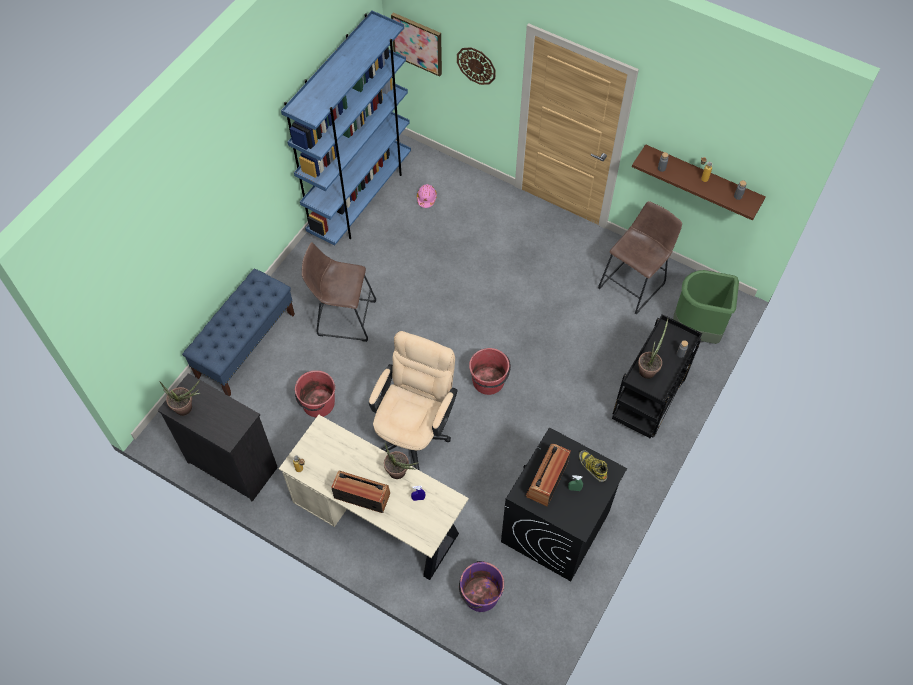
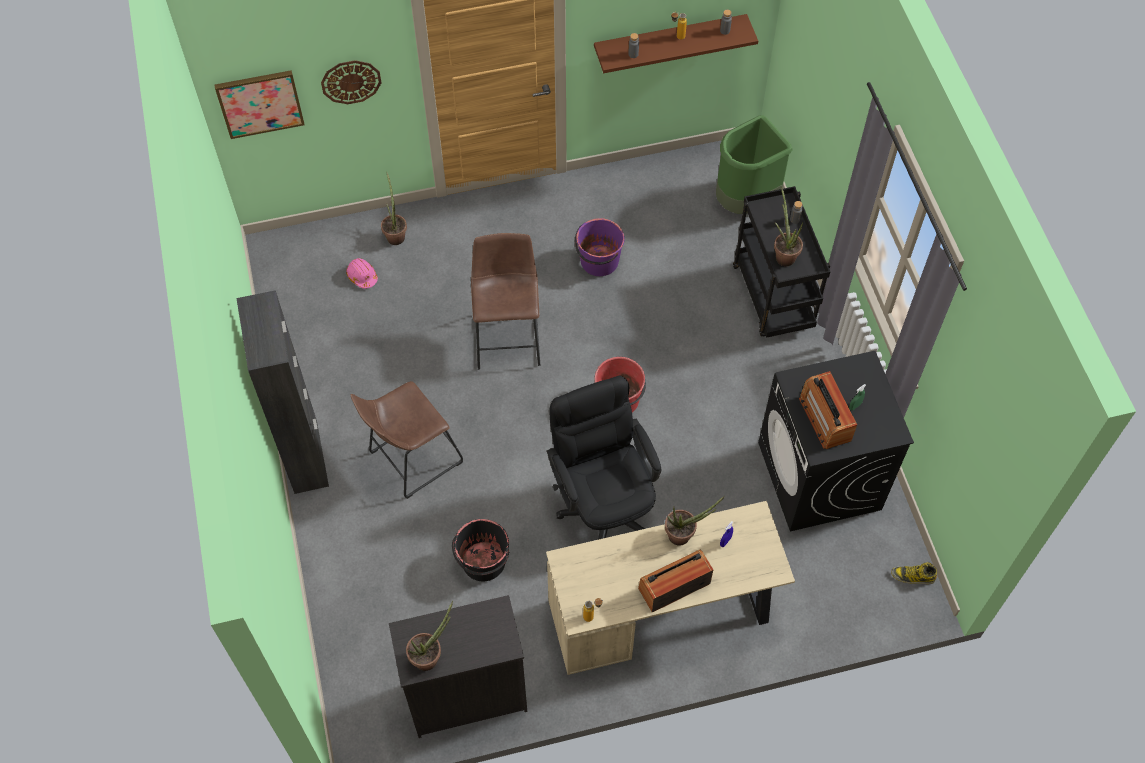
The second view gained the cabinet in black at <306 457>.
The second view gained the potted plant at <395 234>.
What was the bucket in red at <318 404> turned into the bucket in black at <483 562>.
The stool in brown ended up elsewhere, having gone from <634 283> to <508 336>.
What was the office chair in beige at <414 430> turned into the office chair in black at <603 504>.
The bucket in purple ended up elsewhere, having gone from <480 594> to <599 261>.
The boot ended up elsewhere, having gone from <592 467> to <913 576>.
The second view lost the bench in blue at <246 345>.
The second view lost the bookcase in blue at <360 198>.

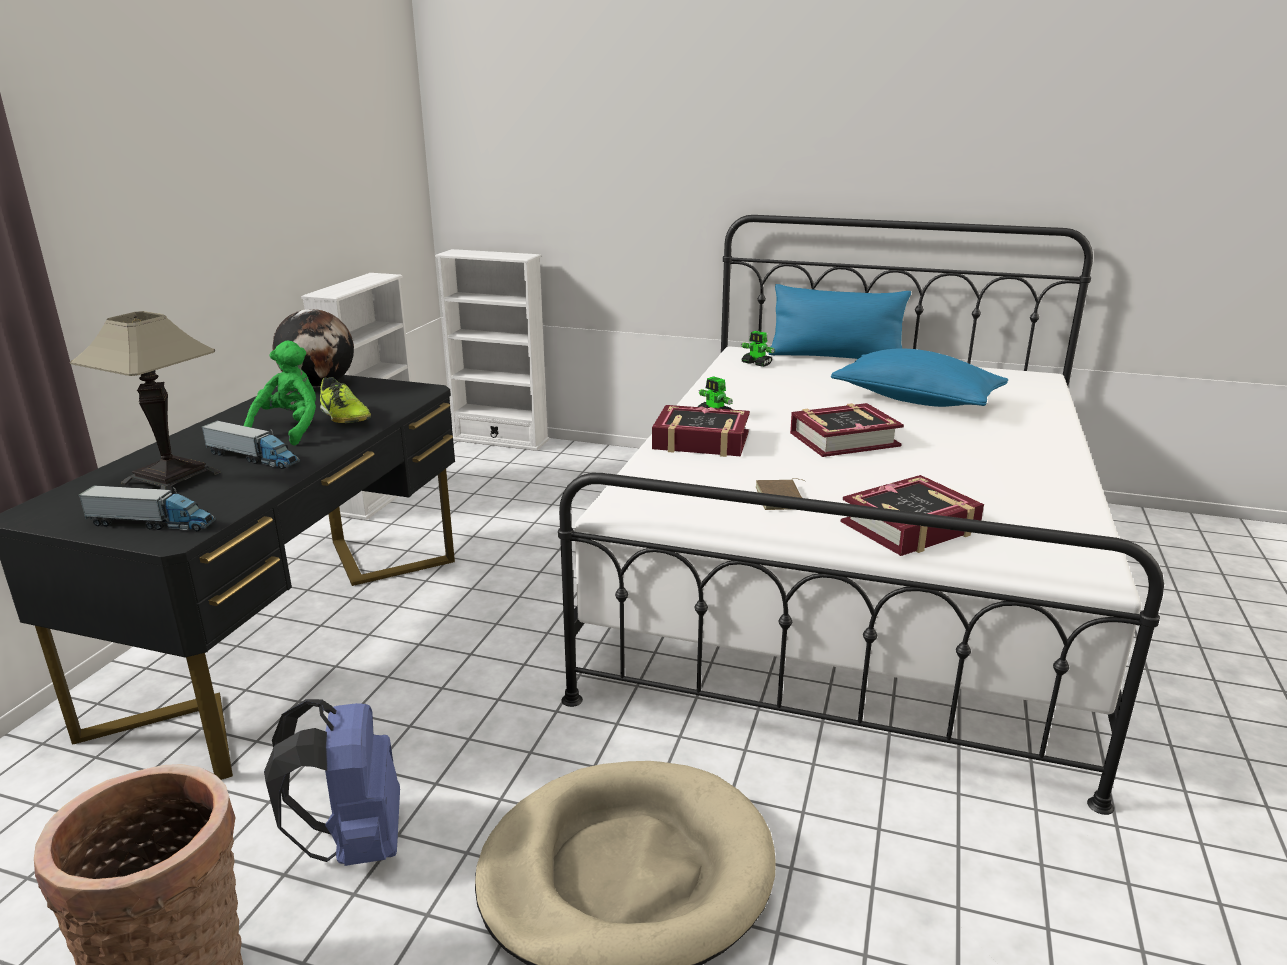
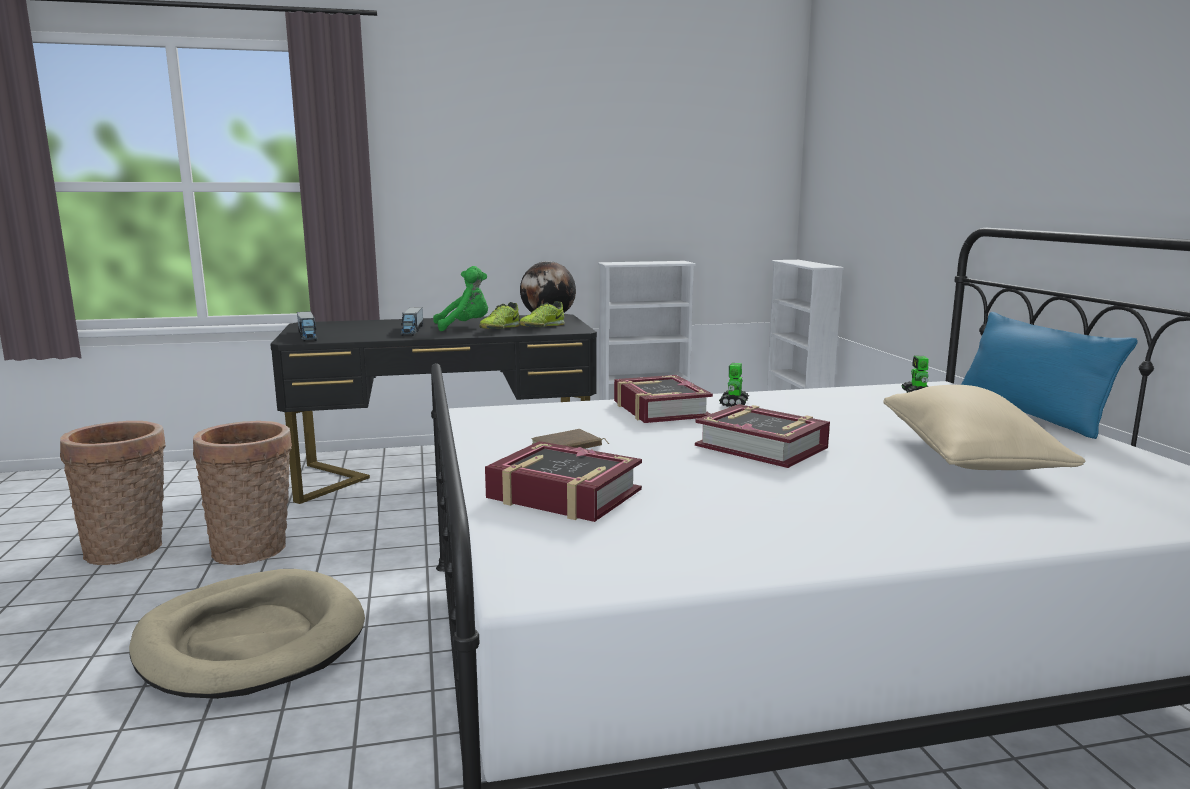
Where the backpack in blue stood at <354 842>, the basket came to stand at <255 550>.
The second view gained the shoe at <541 327>.
What was the pillow in blue at <916 400> turned into the pillow in beige at <967 458>.
The second view lost the table lamp at <171 478>.

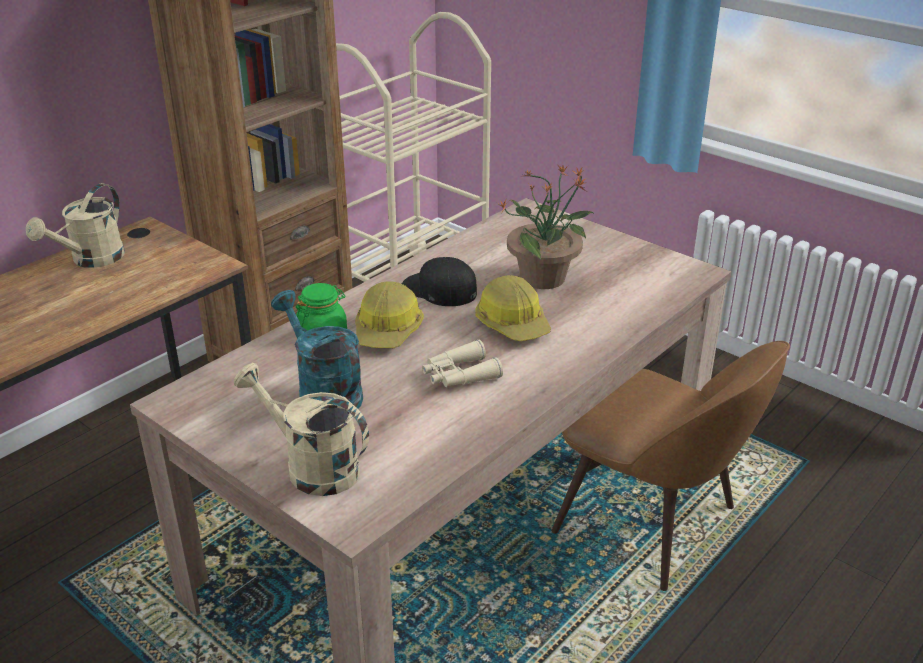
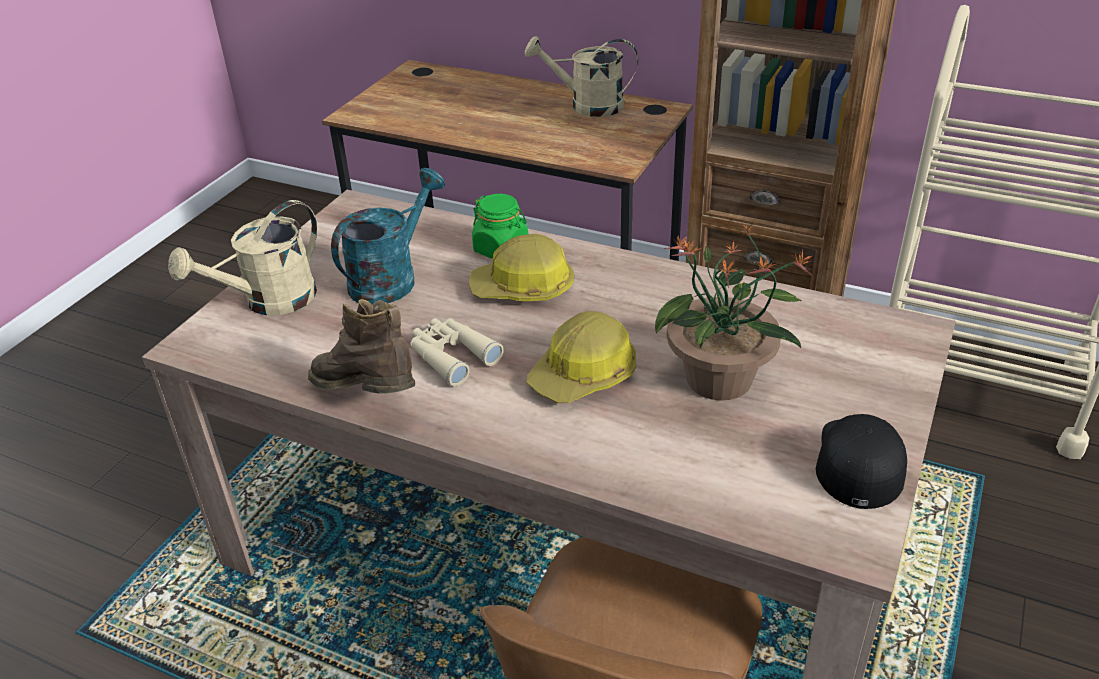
The watering can in beige at <311 467> ended up facing another way, 150 degrees counterclockwise from before.
The second view gained the boot in brown at <369 397>.
The cap in black ended up elsewhere, having gone from <439 289> to <859 462>.

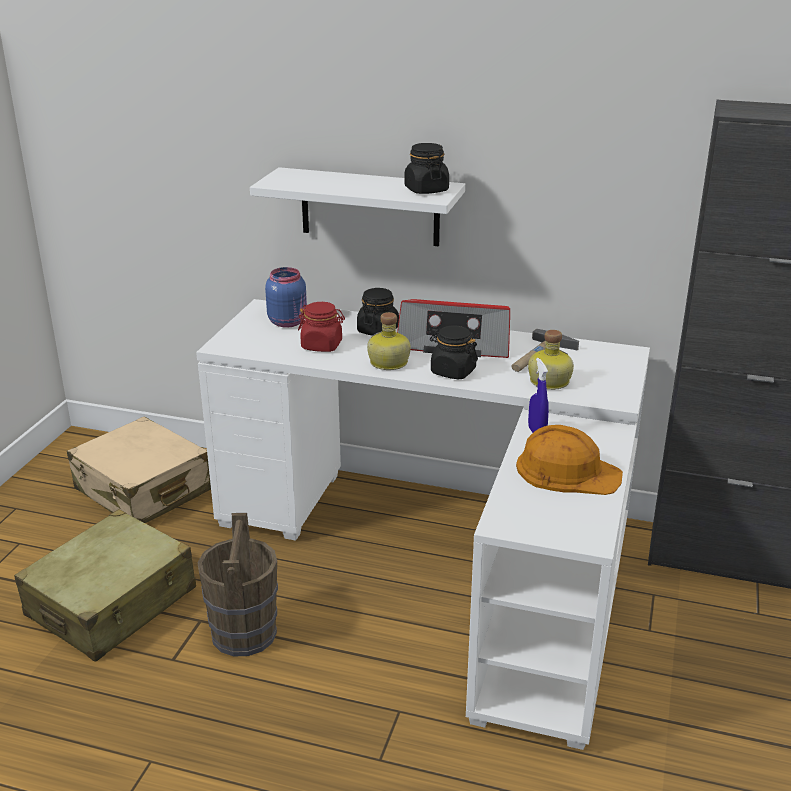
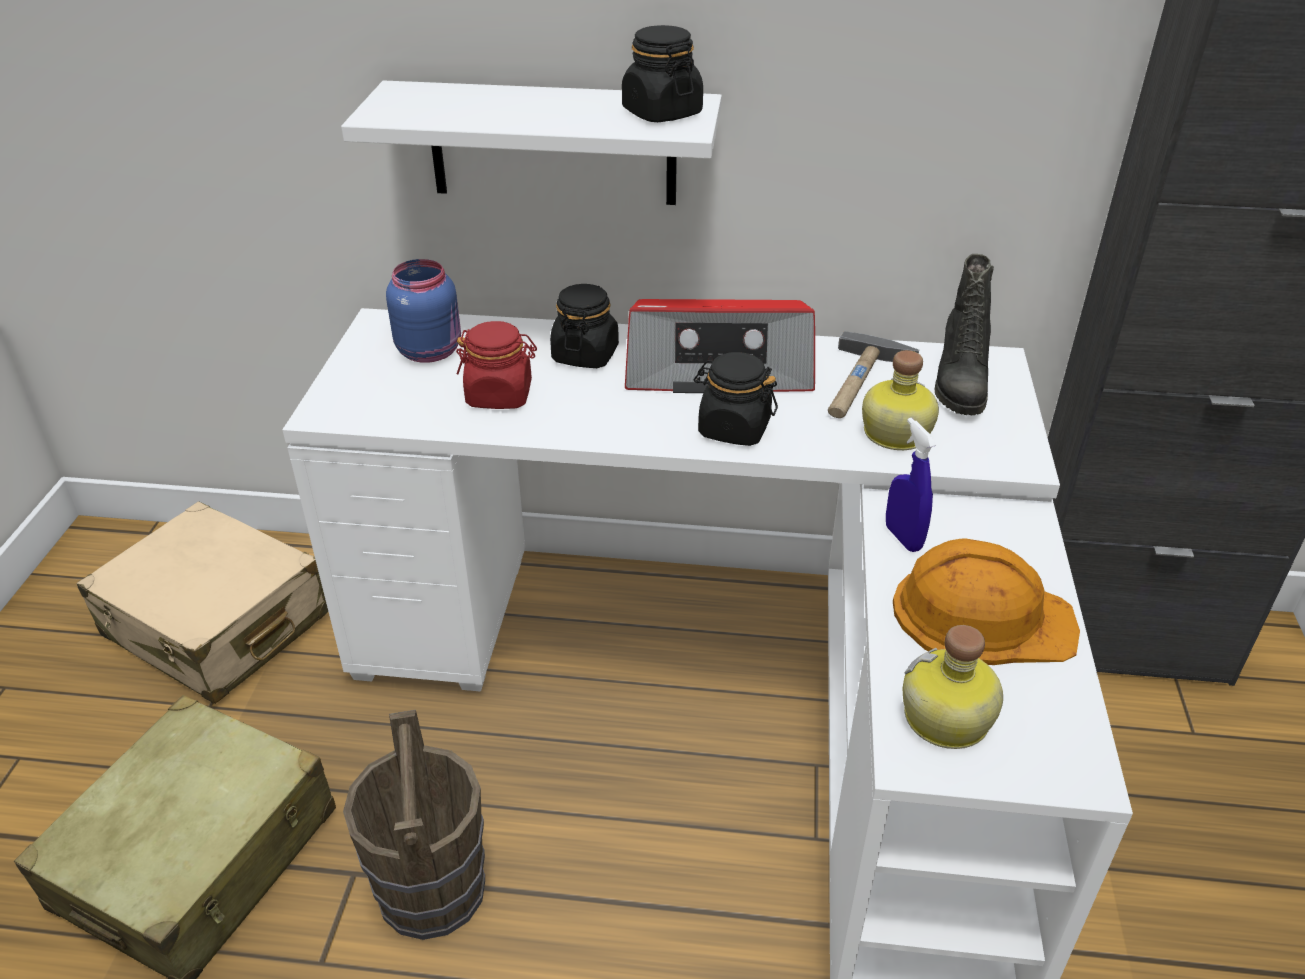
The bottle ended up elsewhere, having gone from <388 363> to <946 720>.
The second view gained the boot in black at <958 385>.

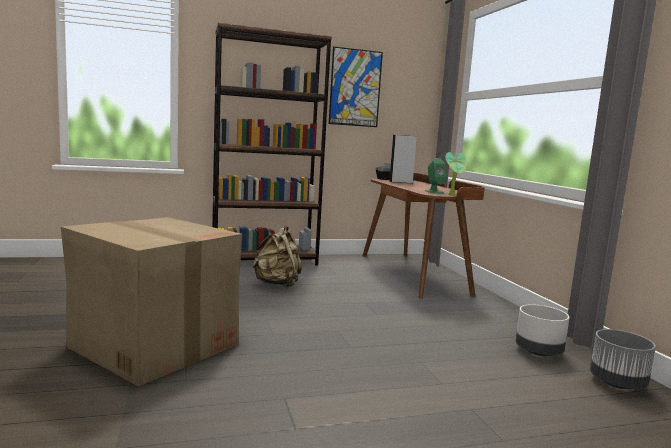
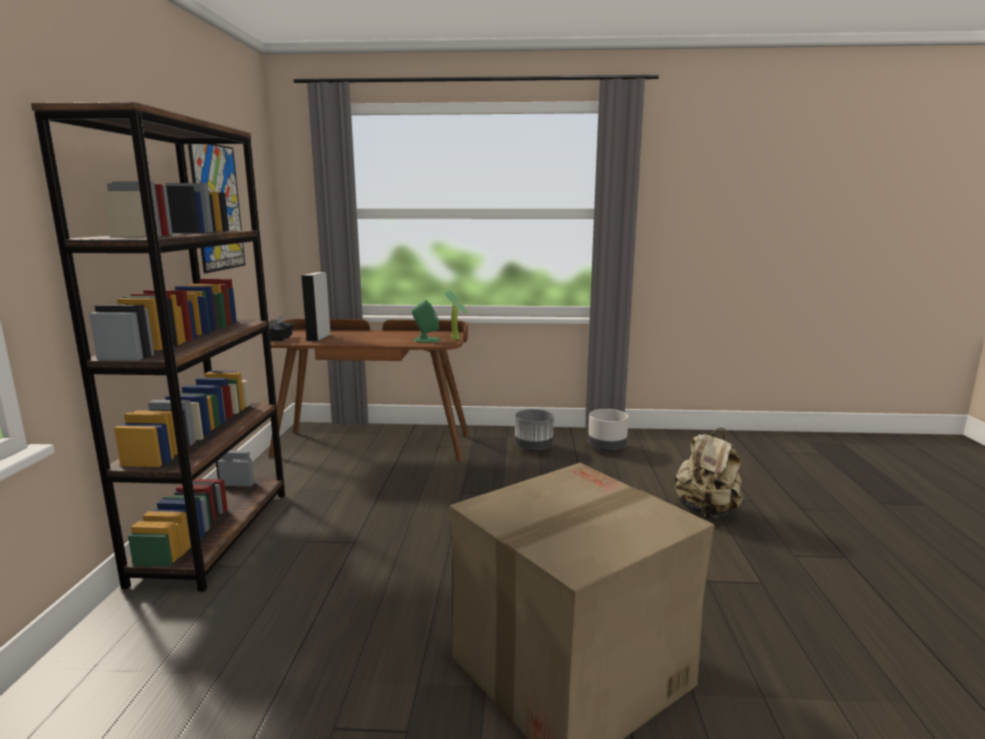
The planter in grey ended up elsewhere, having gone from <616 383> to <533 448>.
The backpack in beige ended up elsewhere, having gone from <277 284> to <706 511>.

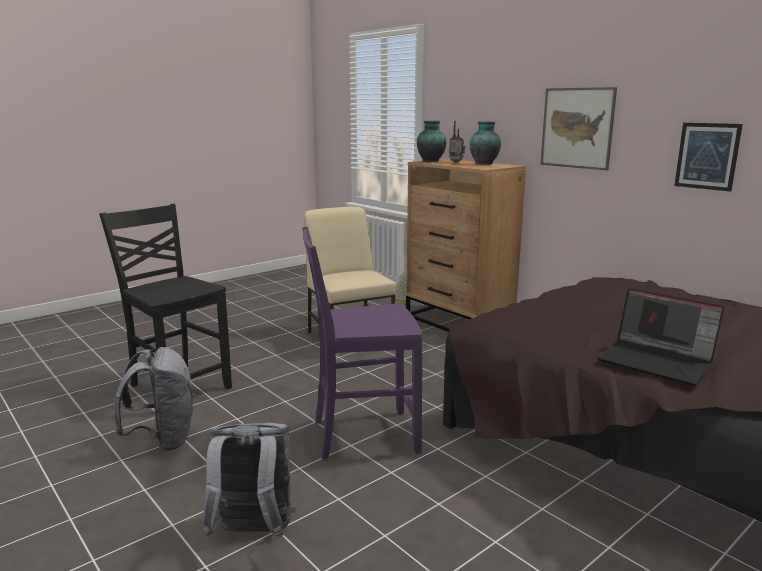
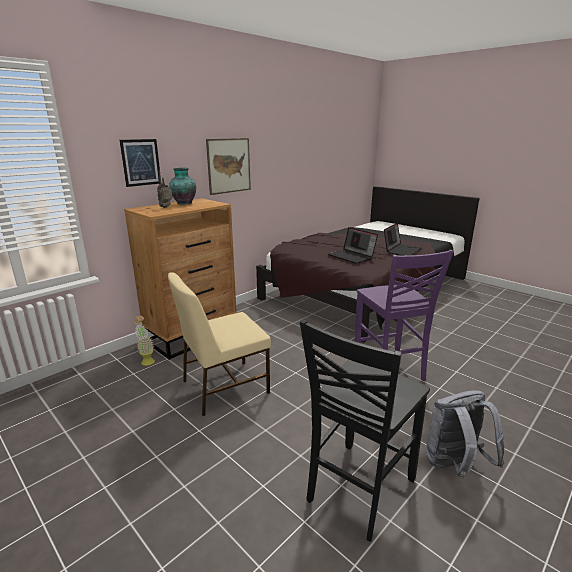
The picture ended up elsewhere, having gone from <707 156> to <141 162>.
The second view gained the laptop at <352 256>.
The second view lost the backpack in grey at <253 534>.
The second view lost the vase at <431 161>.

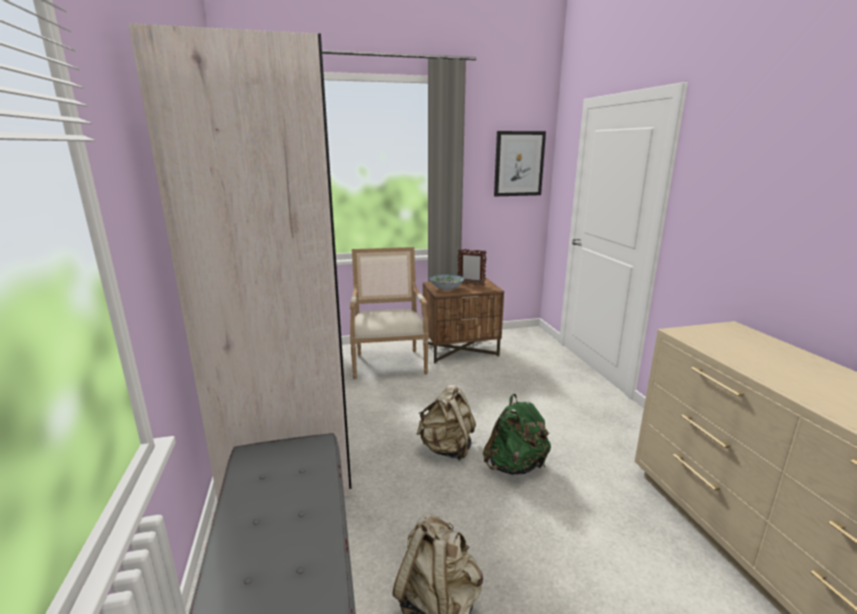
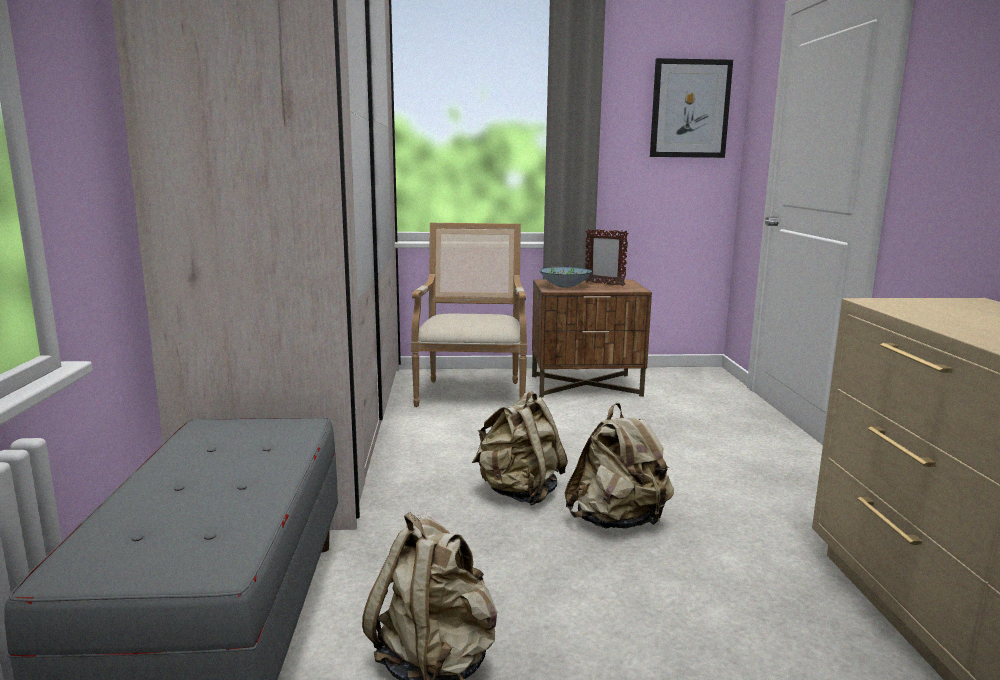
What was the backpack in green at <515 466> turned into the backpack in beige at <617 521>.

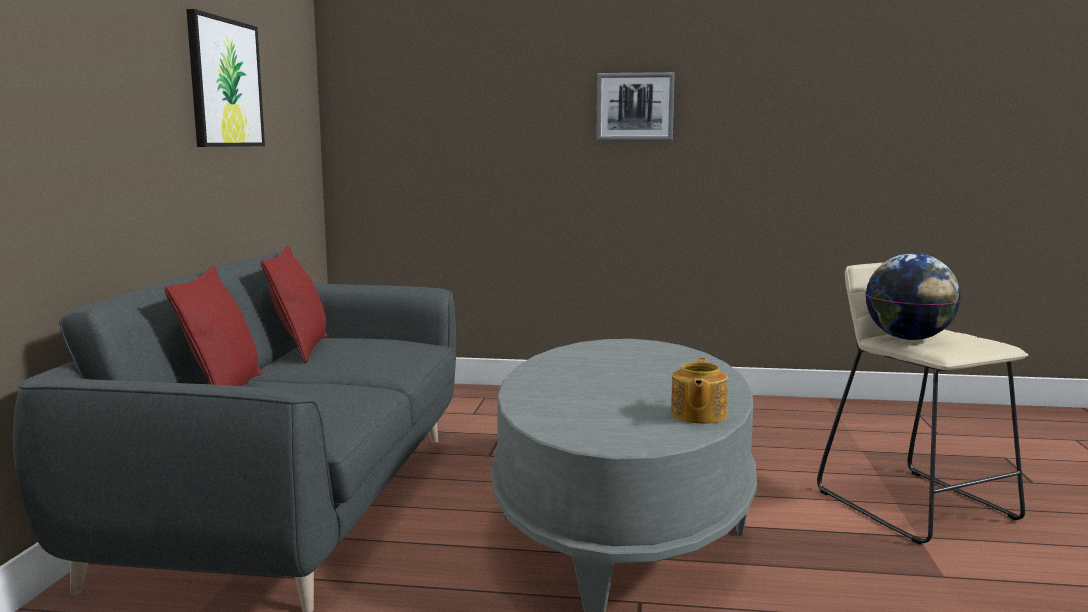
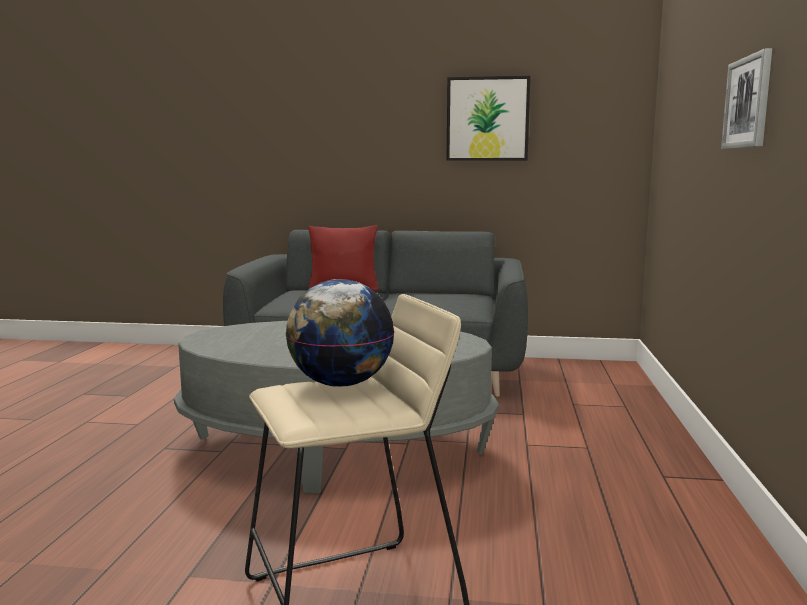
The second view lost the pillow in red at <301 349>.
The second view lost the teapot at <697 415>.

